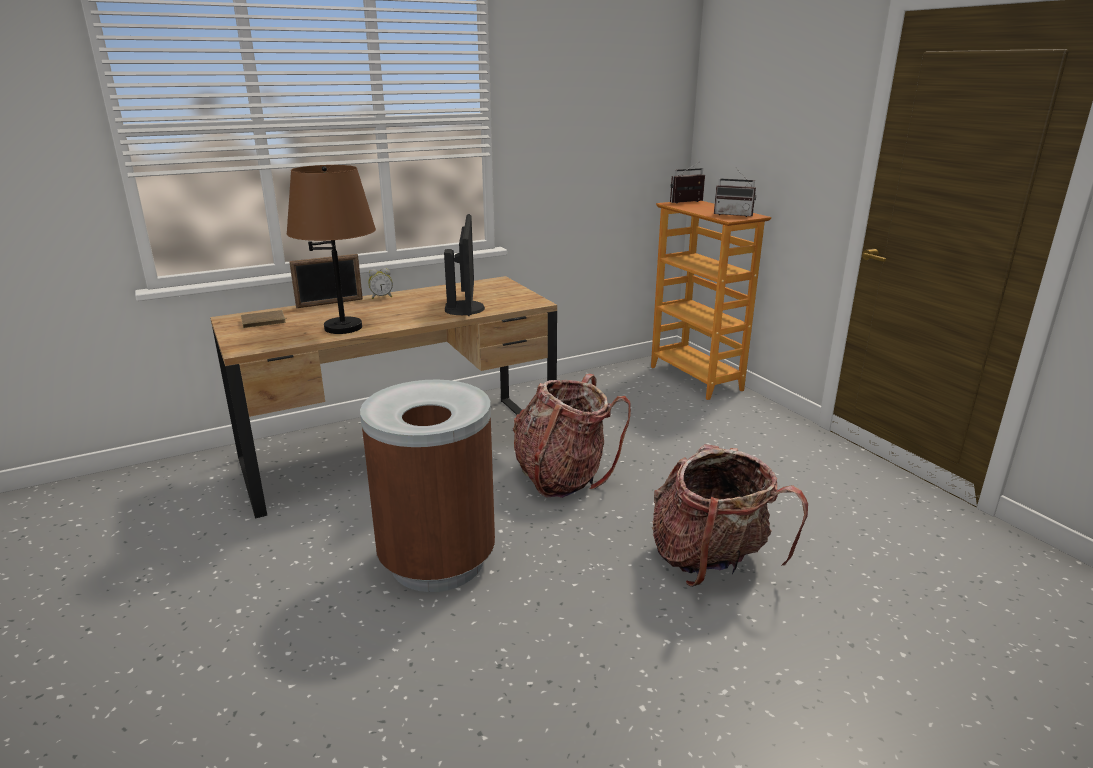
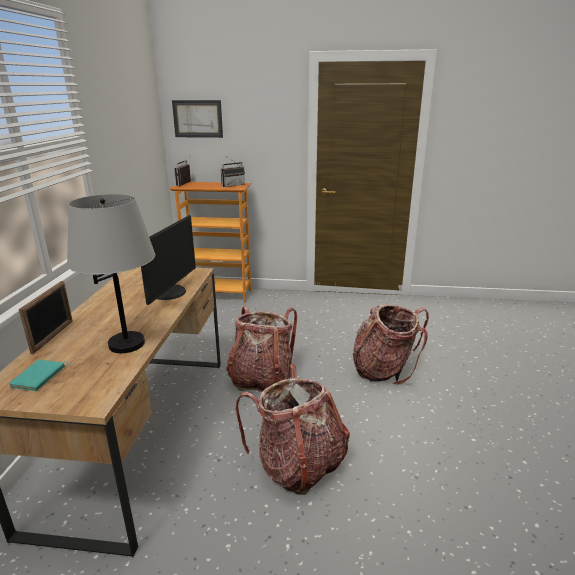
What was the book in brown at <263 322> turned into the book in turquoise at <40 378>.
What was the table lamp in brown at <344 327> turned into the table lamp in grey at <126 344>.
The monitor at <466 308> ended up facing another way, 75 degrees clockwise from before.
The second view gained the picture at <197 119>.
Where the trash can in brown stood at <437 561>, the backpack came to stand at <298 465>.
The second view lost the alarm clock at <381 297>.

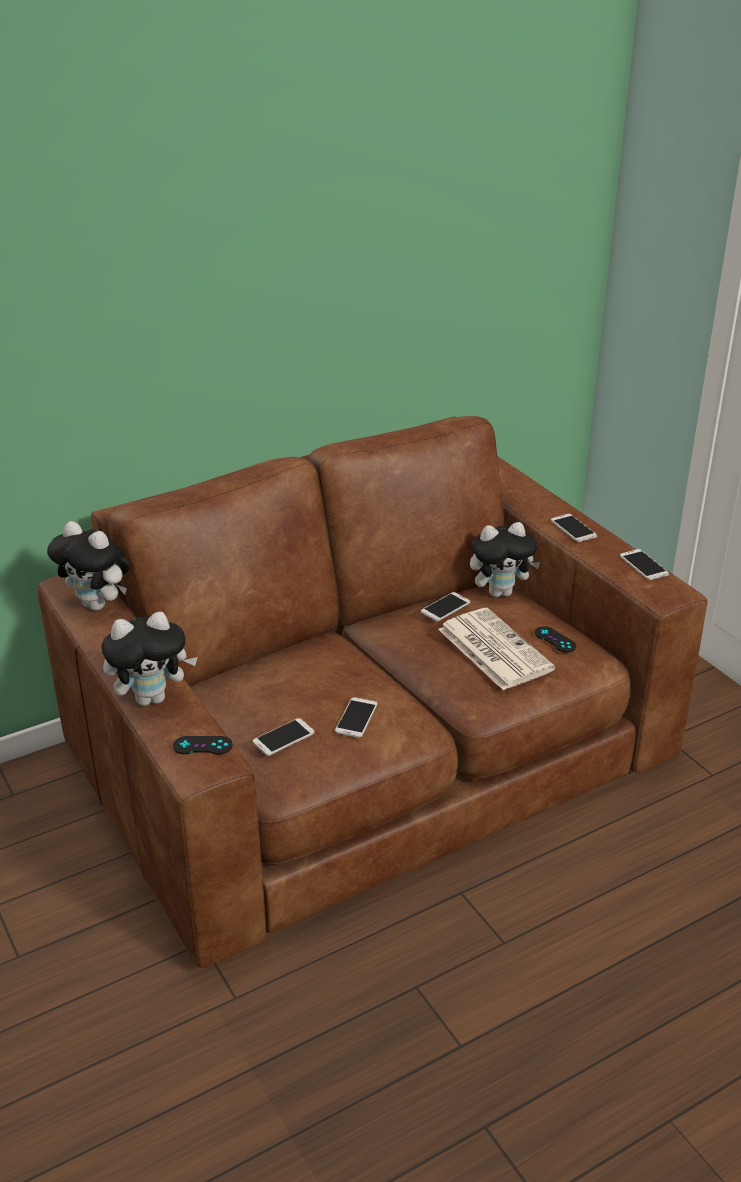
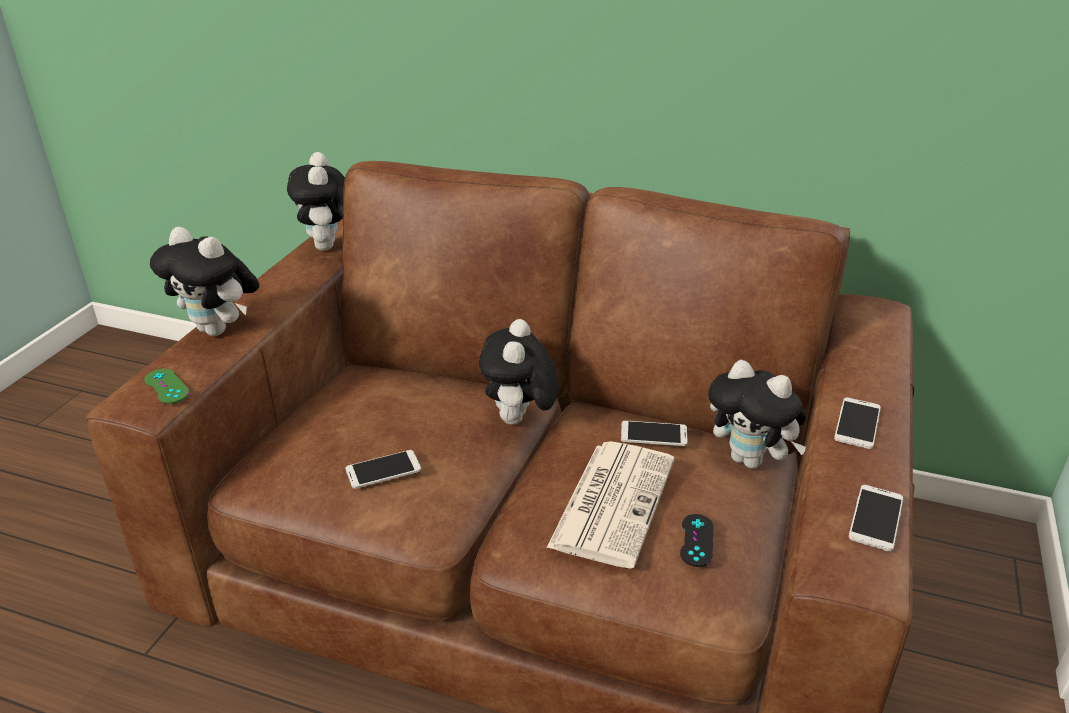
What was the game controller in black at <202 745> turned into the game controller in green at <166 386>.
The second view gained the plush toy at <519 421>.
The second view lost the phone at <283 737>.

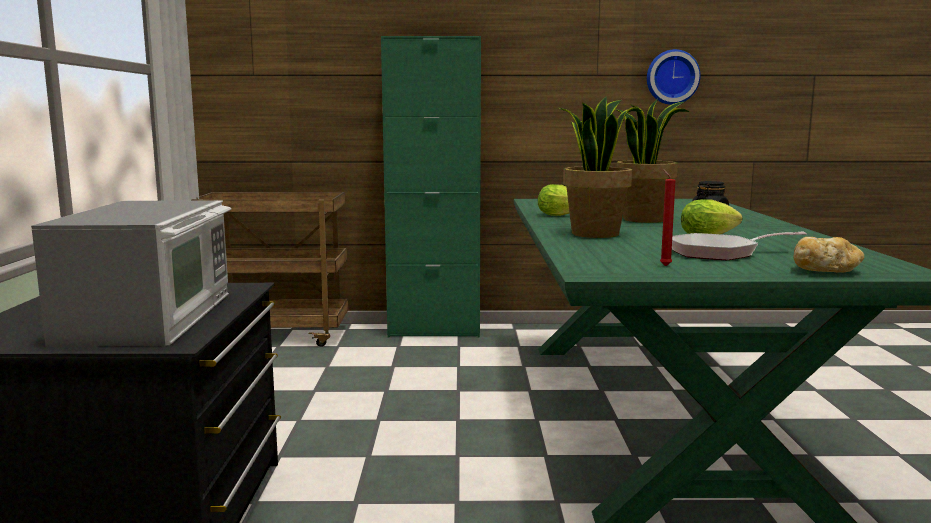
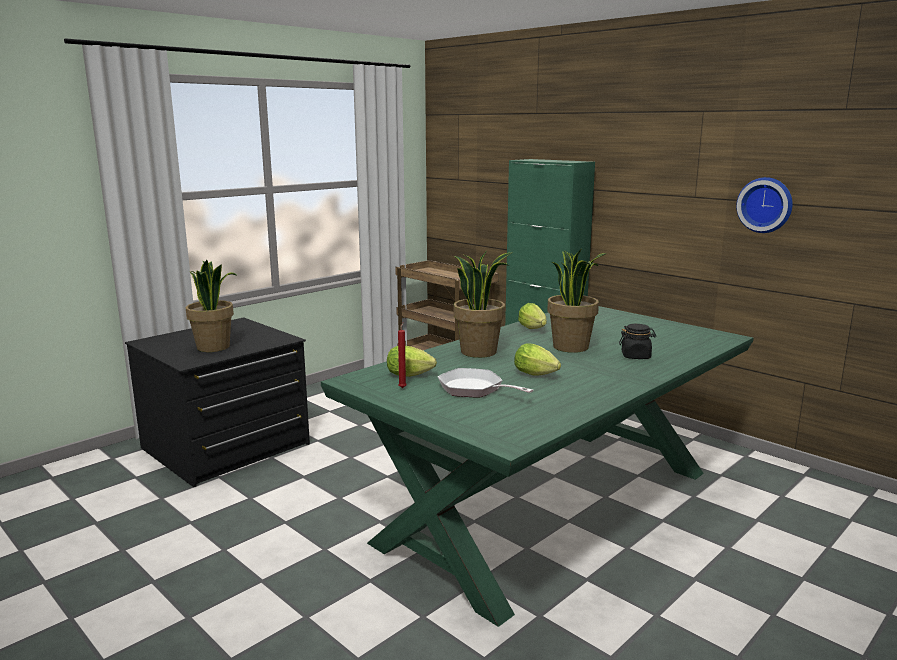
Where the microwave stood at <152 317>, the potted plant came to stand at <214 347>.
The second view gained the lettuce at <412 375>.
The second view lost the bread at <825 271>.

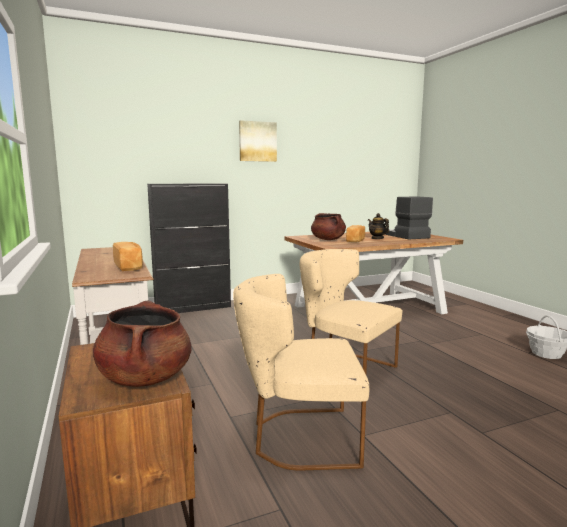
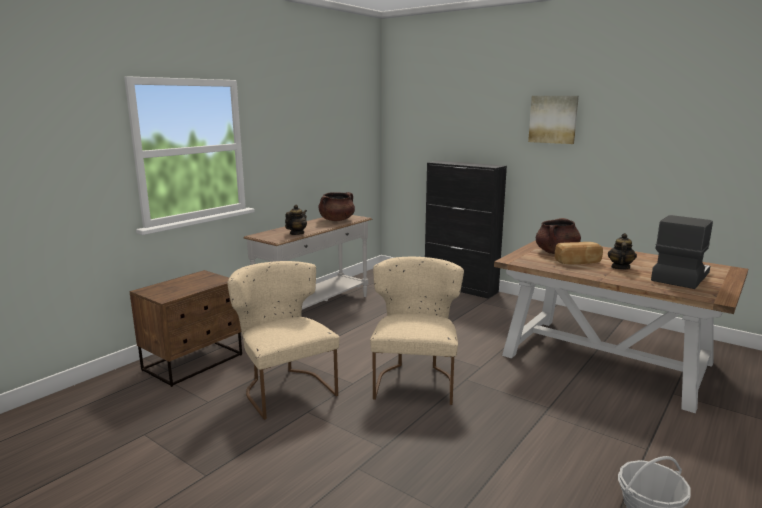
Where the bread stood at <129 266>, the teapot came to stand at <296 233>.
The cooking pot in brown ended up elsewhere, having gone from <145 378> to <337 220>.

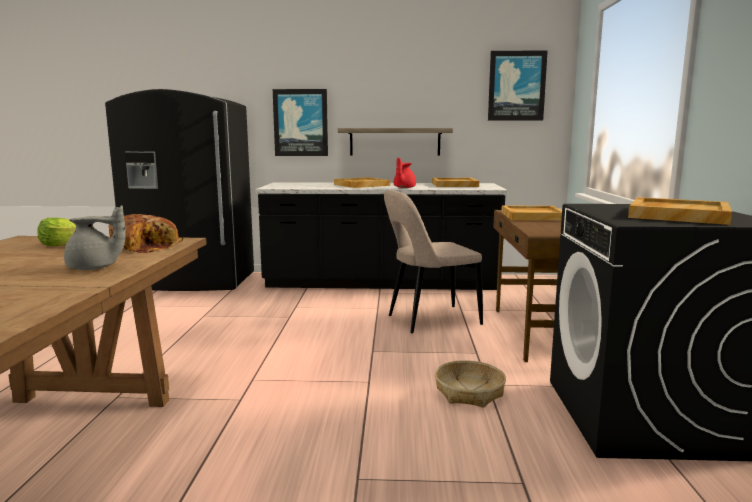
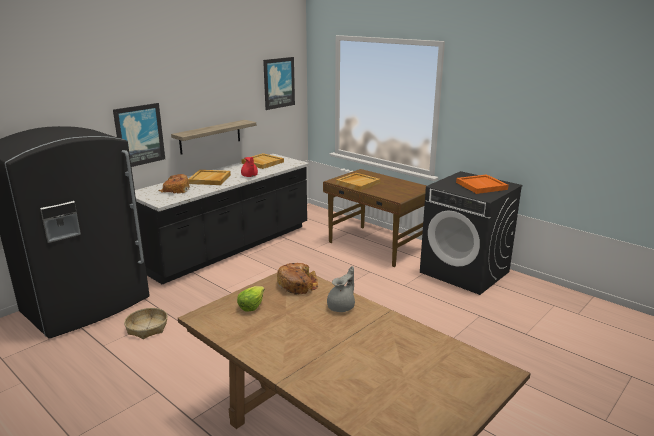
The basket ended up elsewhere, having gone from <469 392> to <147 328>.
The second view gained the bread at <175 190>.
What was the tray in beige at <677 215> turned into the tray in orange at <480 186>.
The second view lost the chair in beige at <429 320>.

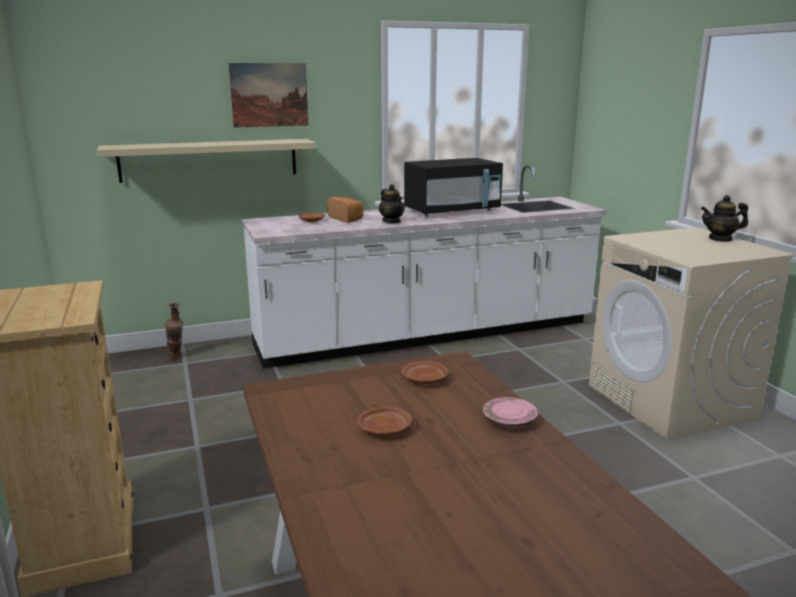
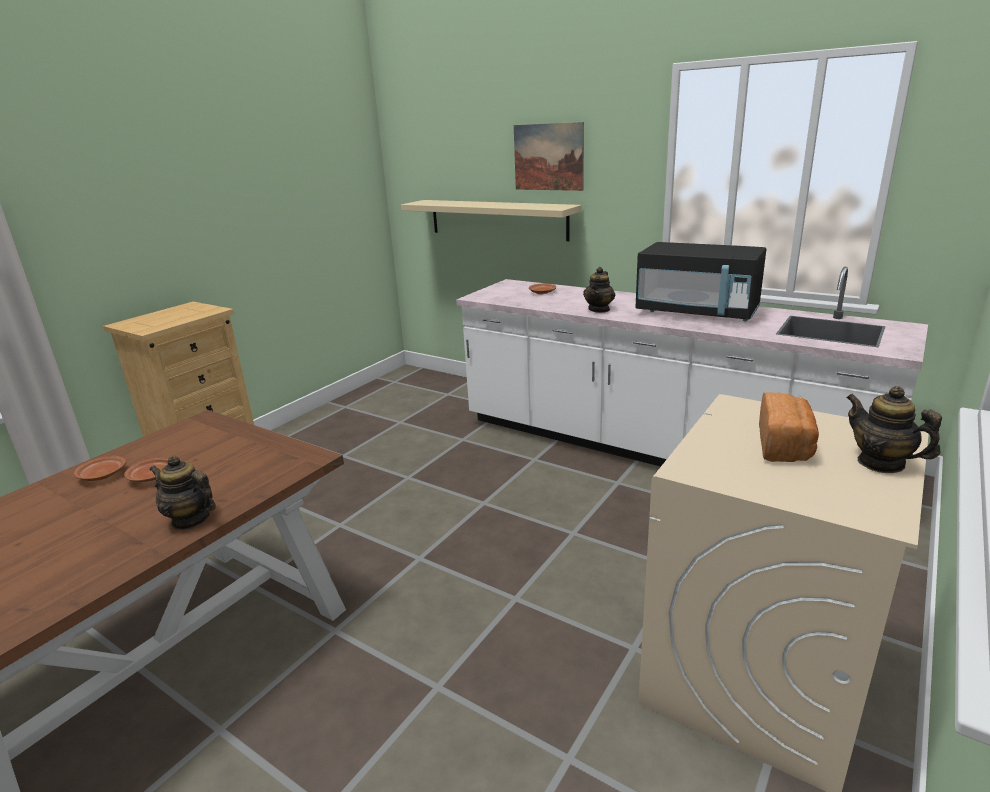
The plate in brown ended up elsewhere, having gone from <424 380> to <102 475>.
Where the plate in pink stood at <509 421>, the teapot came to stand at <190 519>.
The bread ended up elsewhere, having gone from <346 219> to <785 446>.
The second view lost the vase at <177 358>.

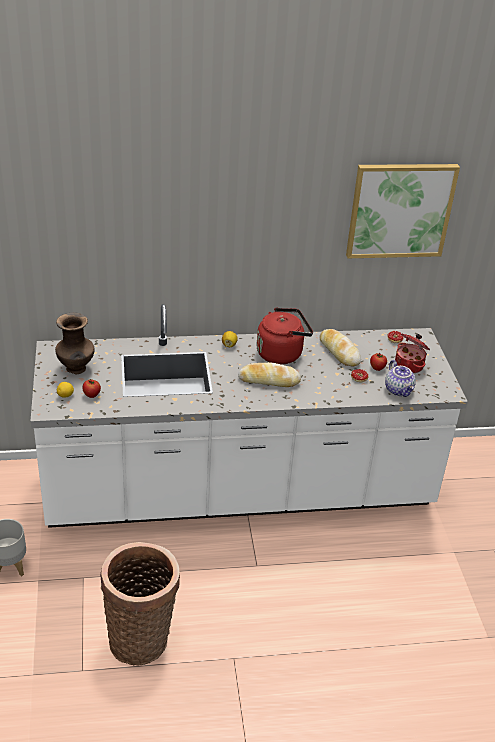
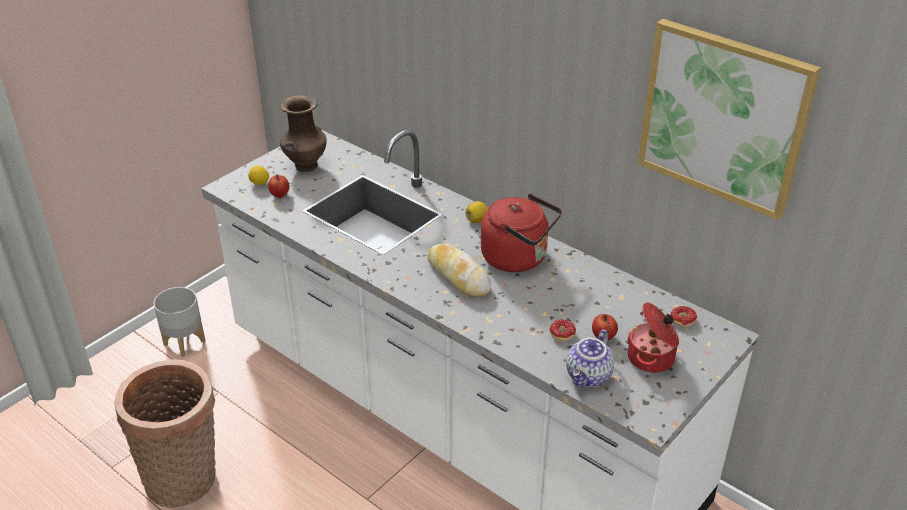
The second view lost the bread at <339 352>.

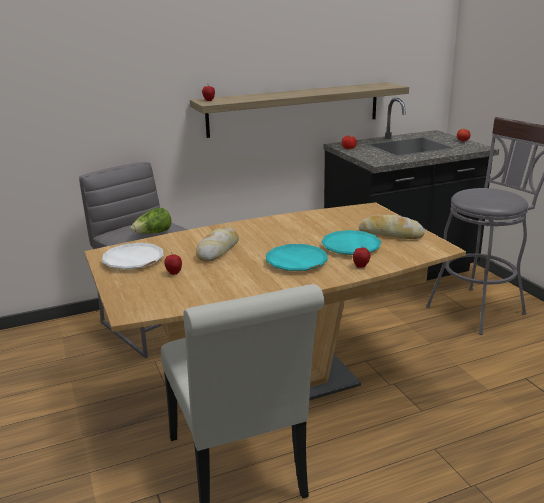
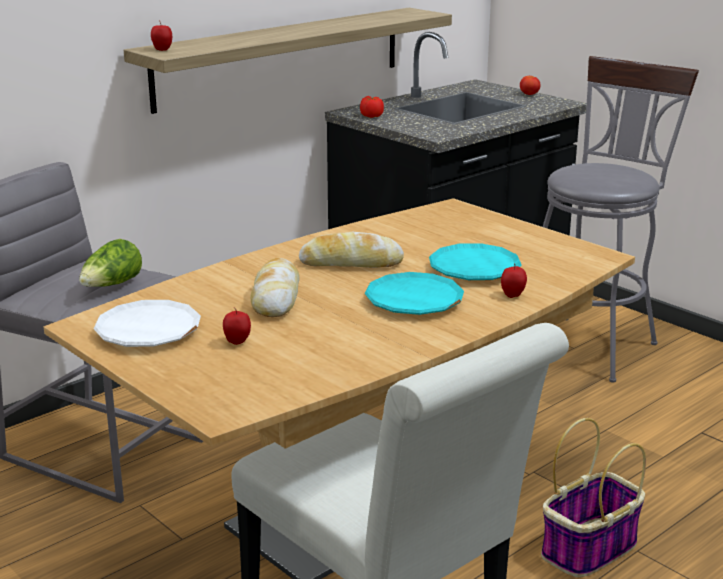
The bread ended up elsewhere, having gone from <390 234> to <351 263>.
The second view gained the basket at <589 550>.

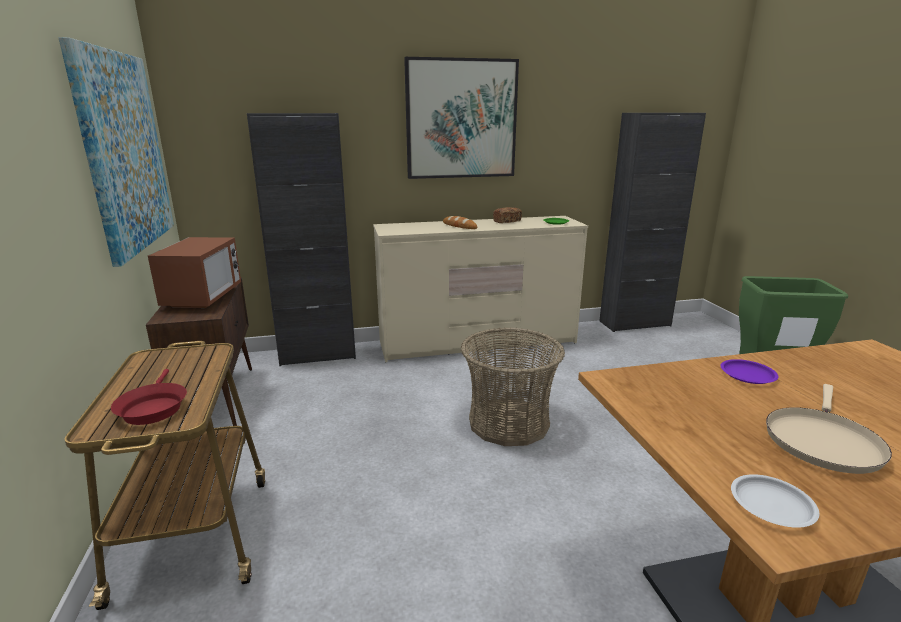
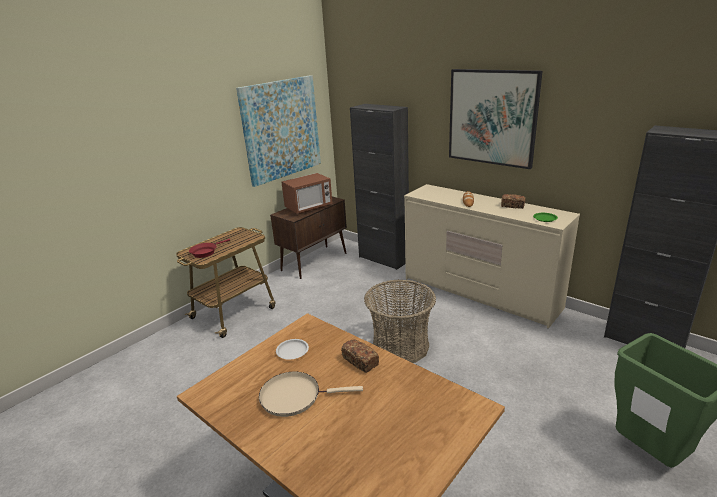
The plate in white ended up elsewhere, having gone from <771 505> to <292 351>.
Where the plate in purple stood at <747 375>, the bread came to stand at <360 361>.

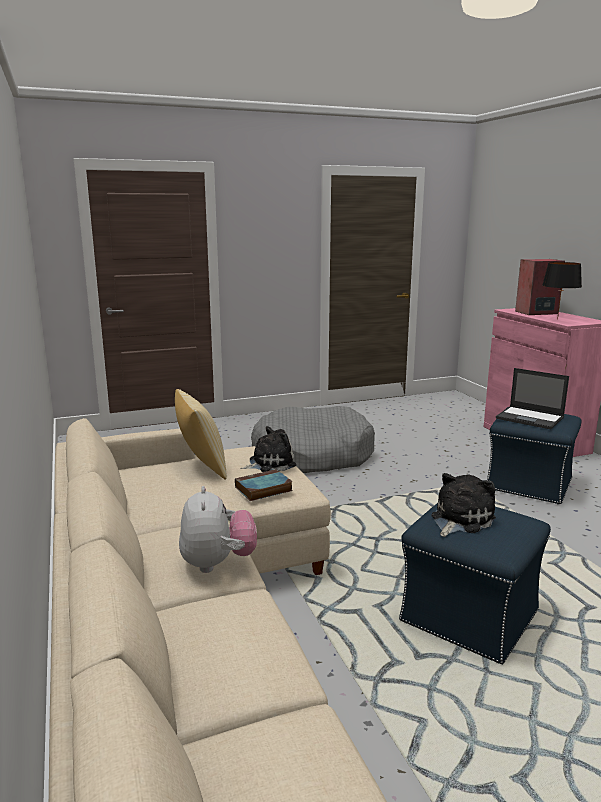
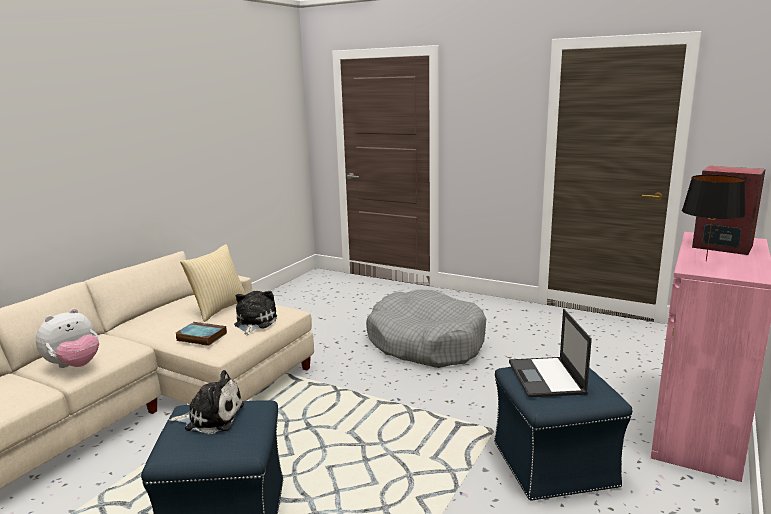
The plush toy at <269 463> ended up facing another way, 105 degrees counterclockwise from before.

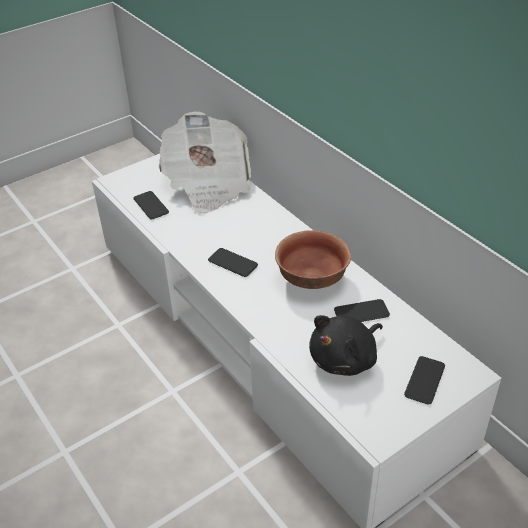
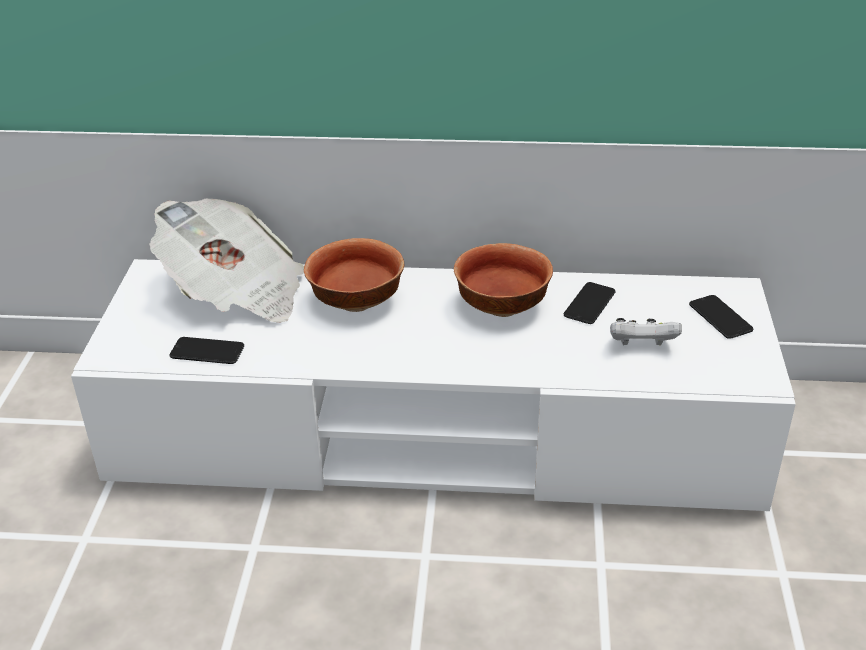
The second view gained the bowl at <356 303>.
Where the plush toy in black stood at <346 359>, the game controller in white came to stand at <641 346>.
The second view lost the phone at <232 263>.

